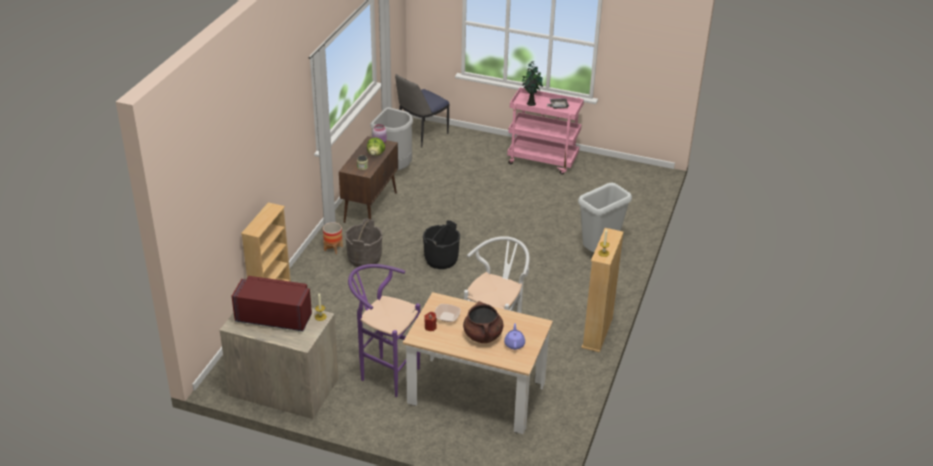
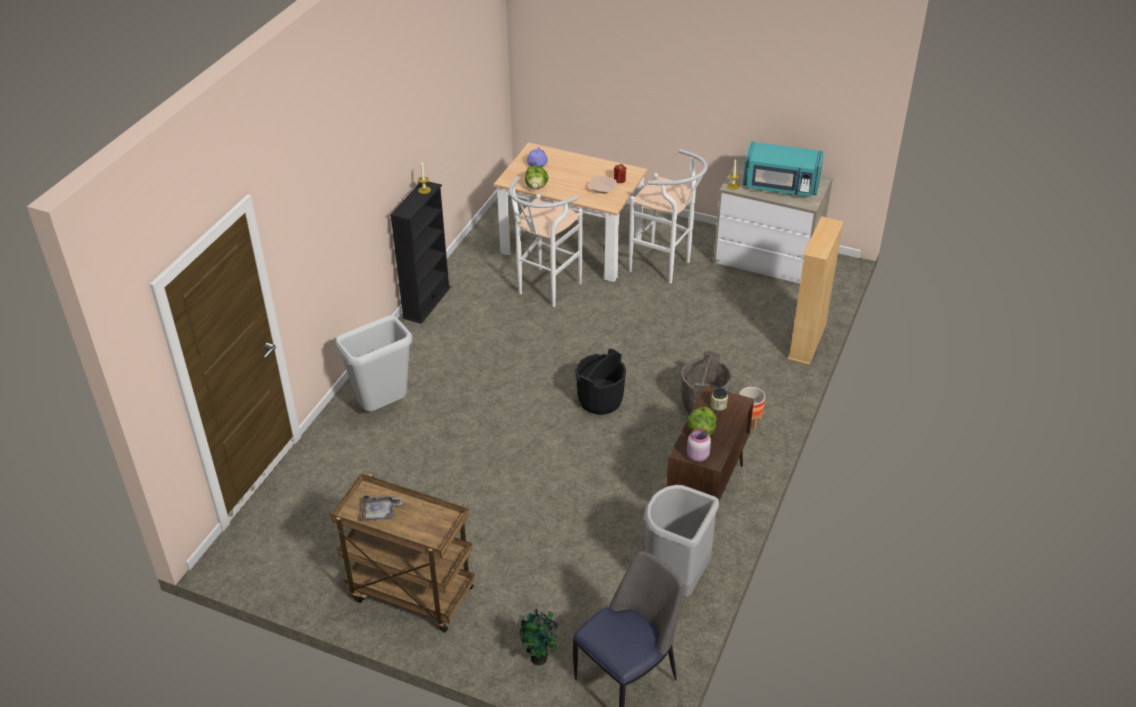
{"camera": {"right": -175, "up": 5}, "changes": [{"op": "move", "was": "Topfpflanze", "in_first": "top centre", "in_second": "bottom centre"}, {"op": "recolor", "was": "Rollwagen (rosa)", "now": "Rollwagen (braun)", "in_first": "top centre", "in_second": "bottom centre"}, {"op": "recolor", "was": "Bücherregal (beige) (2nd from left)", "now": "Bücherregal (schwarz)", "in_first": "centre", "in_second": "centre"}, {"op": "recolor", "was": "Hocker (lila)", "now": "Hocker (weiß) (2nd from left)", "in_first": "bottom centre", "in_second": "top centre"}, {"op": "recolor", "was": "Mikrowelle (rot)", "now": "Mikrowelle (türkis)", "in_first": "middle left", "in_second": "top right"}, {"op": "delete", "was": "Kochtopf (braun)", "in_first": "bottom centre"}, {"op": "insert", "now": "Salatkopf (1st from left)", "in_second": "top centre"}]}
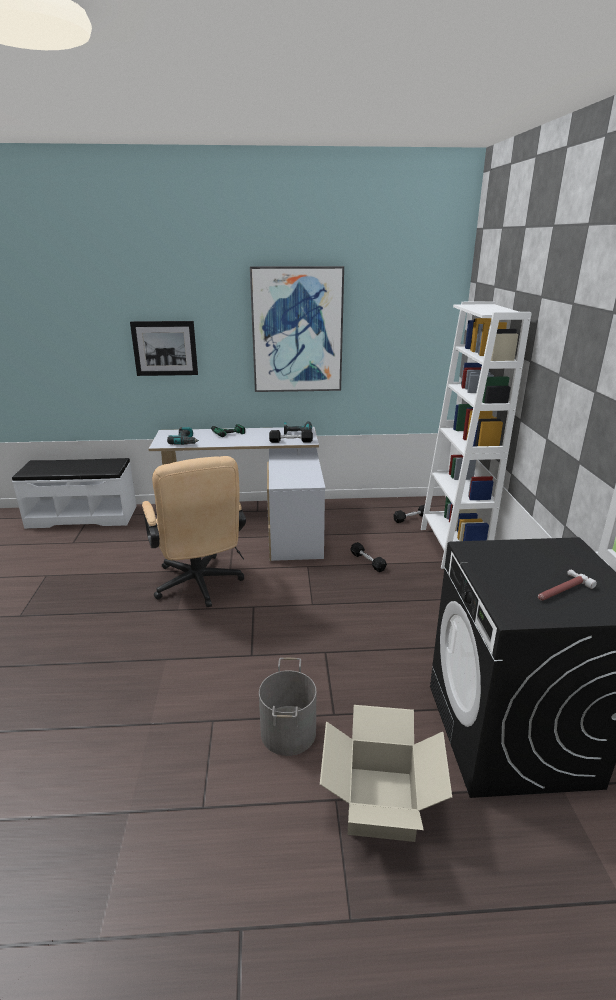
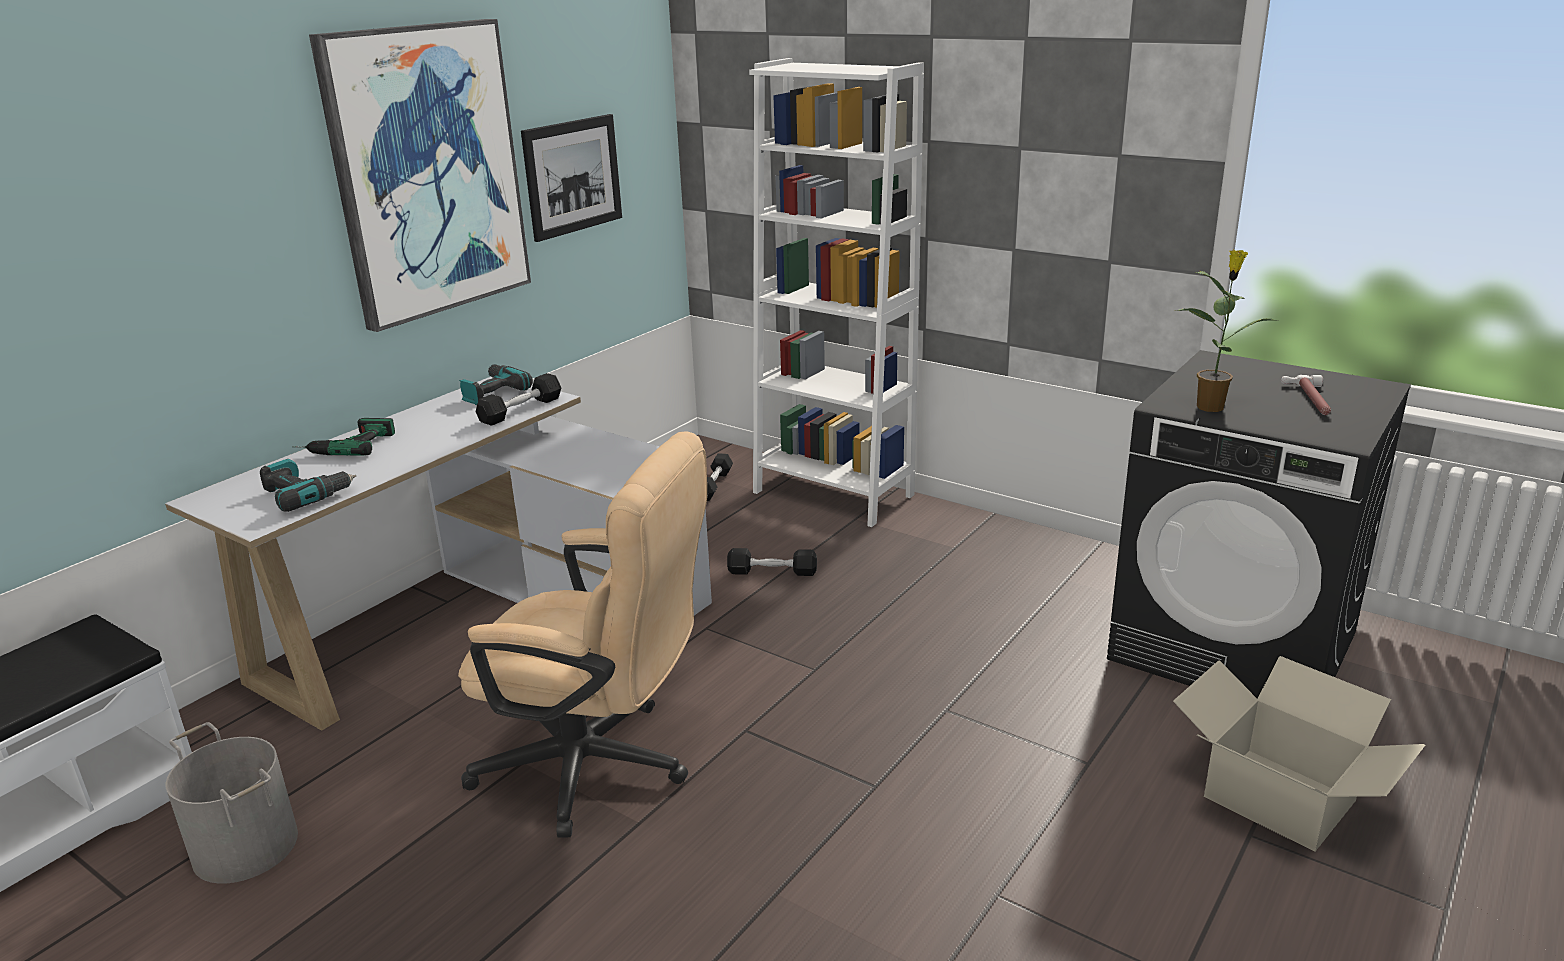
{"camera": {"right": -50, "up": 0}, "changes": [{"op": "move", "was": "Bild (1st from left in the first image)", "now": "Bild (2nd from left)", "in_first": "middle left", "in_second": "top centre"}, {"op": "move", "was": "Eimer (grau)", "in_first": "bottom centre", "in_second": "bottom left"}, {"op": "insert", "now": "Topfpflanze", "in_second": "middle right"}]}
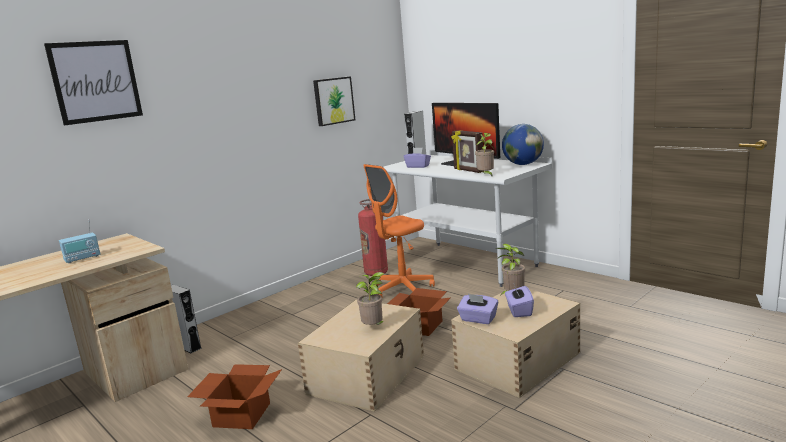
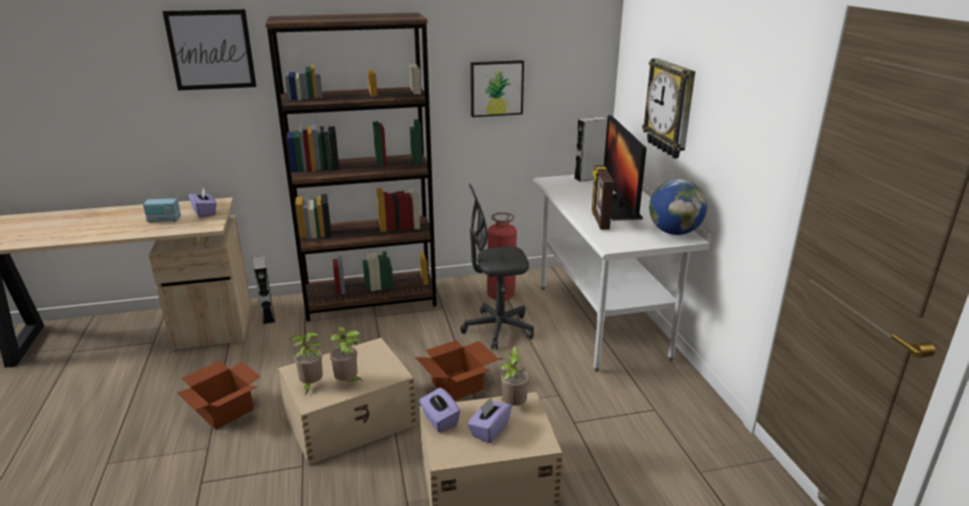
{"camera": {"right": 30, "up": 10}, "changes": [{"op": "move", "was": "Topfpflanze (2nd from left in the first image)", "now": "Topfpflanze (1st from left)", "in_first": "centre", "in_second": "bottom left"}, {"op": "move", "was": "Taschentuchbox (lila) (1st from left)", "in_first": "centre", "in_second": "middle left"}, {"op": "recolor", "was": "Bürostuhl (orange)", "now": "Bürostuhl (grau)", "in_first": "centre", "in_second": "centre"}, {"op": "insert", "now": "Bücherregal (braun)", "in_second": "top centre"}, {"op": "insert", "now": "Wanduhr", "in_second": "top right"}]}
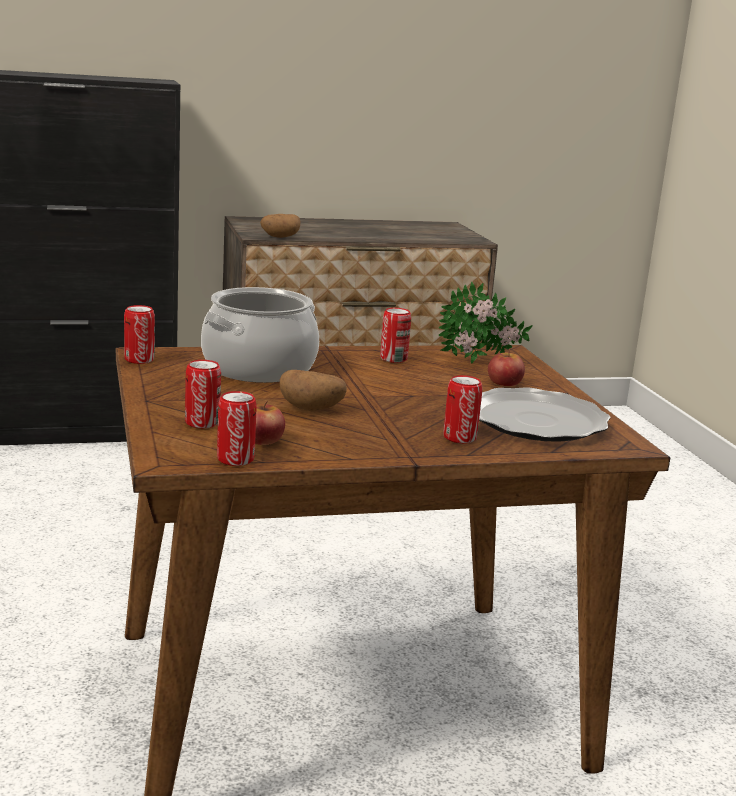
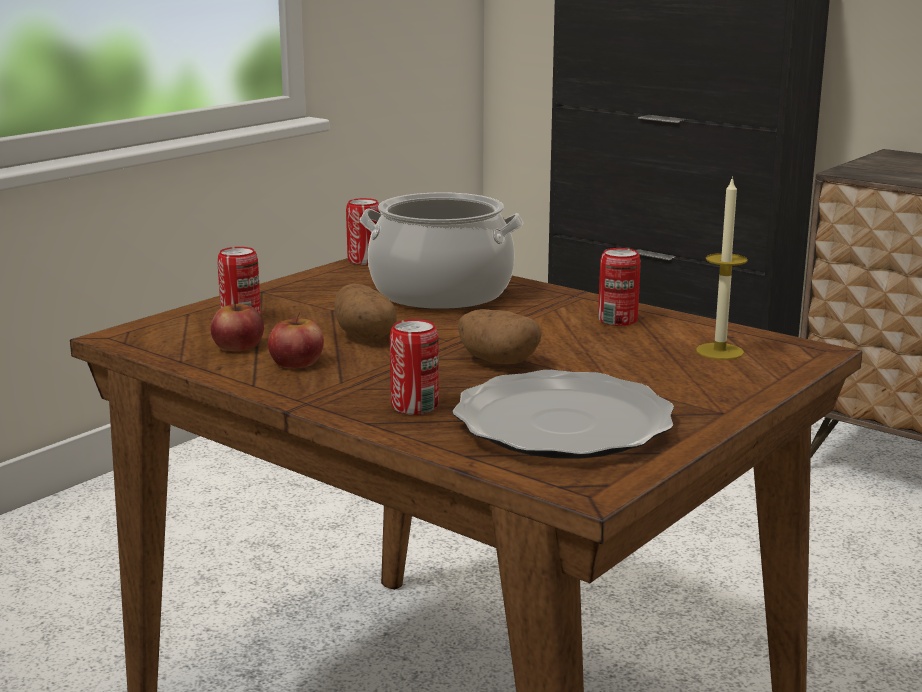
{"camera": {"right": 55, "up": 0}, "changes": [{"op": "move", "was": "Kartoffel (1st from left in the first image)", "now": "Kartoffel (2nd from left)", "in_first": "top centre", "in_second": "centre"}, {"op": "replace", "was": "Topfpflanze", "now": "Kerze", "in_first": "centre", "in_second": "middle right"}, {"op": "move", "was": "Apfel (2nd from left)", "in_first": "middle right", "in_second": "middle left"}, {"op": "delete", "was": "Dose (3rd from left)", "in_first": "middle left"}]}
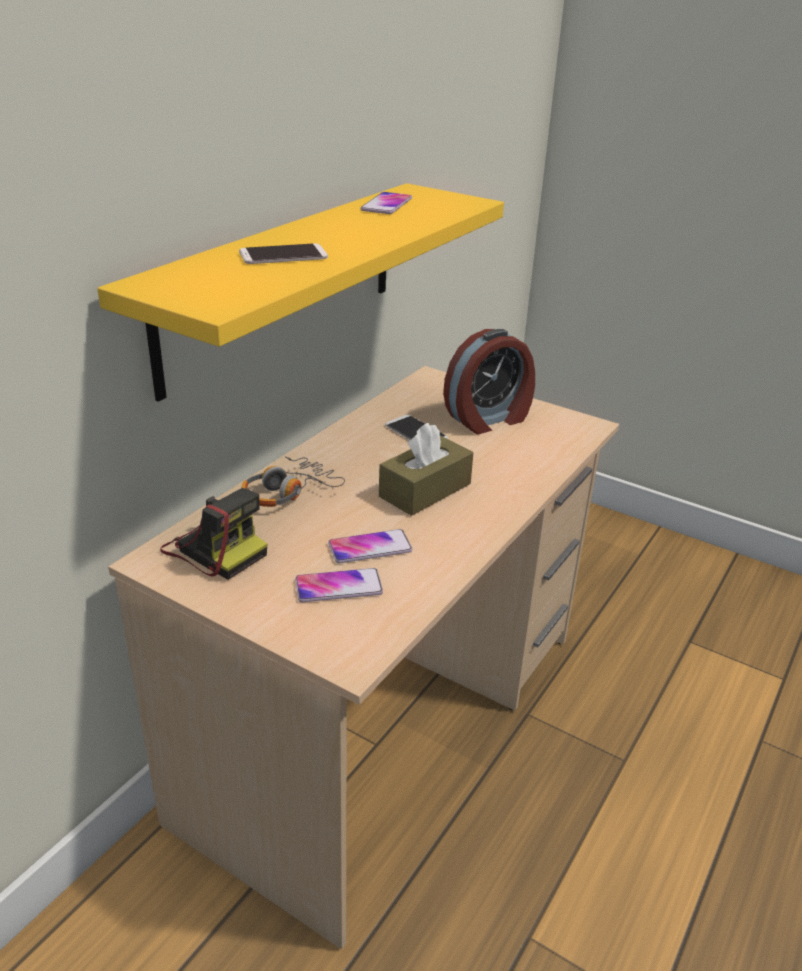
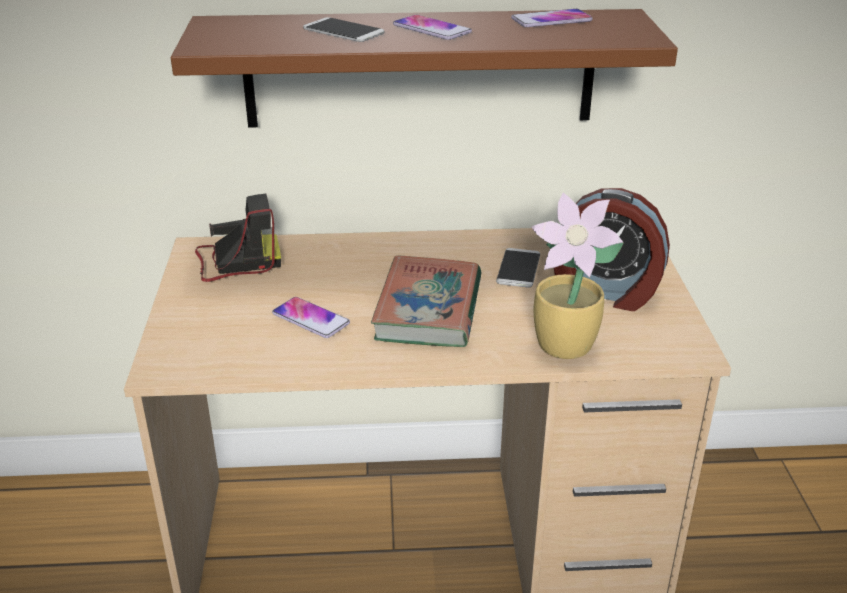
{"camera": {"right": 55, "up": 0}, "changes": [{"op": "recolor", "was": "Wandregal (gelb)", "now": "Wandregal (braun)", "in_first": "top centre", "in_second": "top centre"}, {"op": "replace", "was": "Taschentuchbox (braun)", "now": "Buch", "in_first": "centre", "in_second": "centre"}, {"op": "delete", "was": "Kopfhörer", "in_first": "centre"}, {"op": "rotate", "was": "Kamera", "in_first": "middle left", "in_second": "middle left", "clockwise": -105}, {"op": "move", "was": "Handy (2nd from left in the first image)", "now": "Handy (3rd from left)", "in_first": "centre", "in_second": "top centre"}, {"op": "insert", "now": "Topfpflanze", "in_second": "middle right"}]}
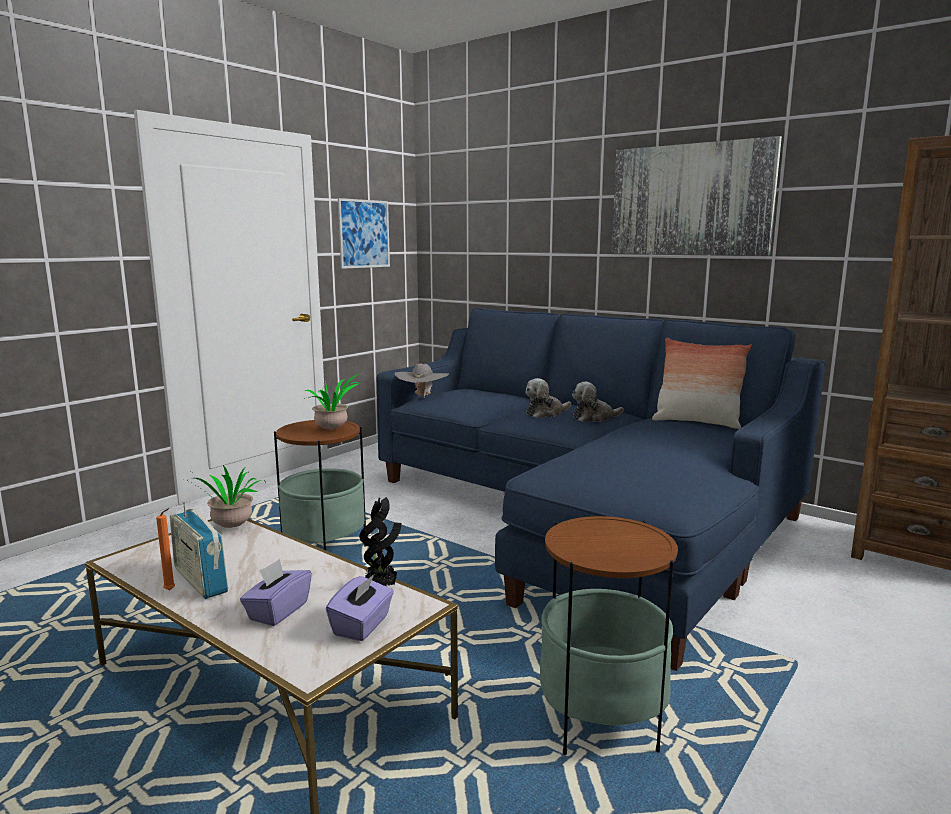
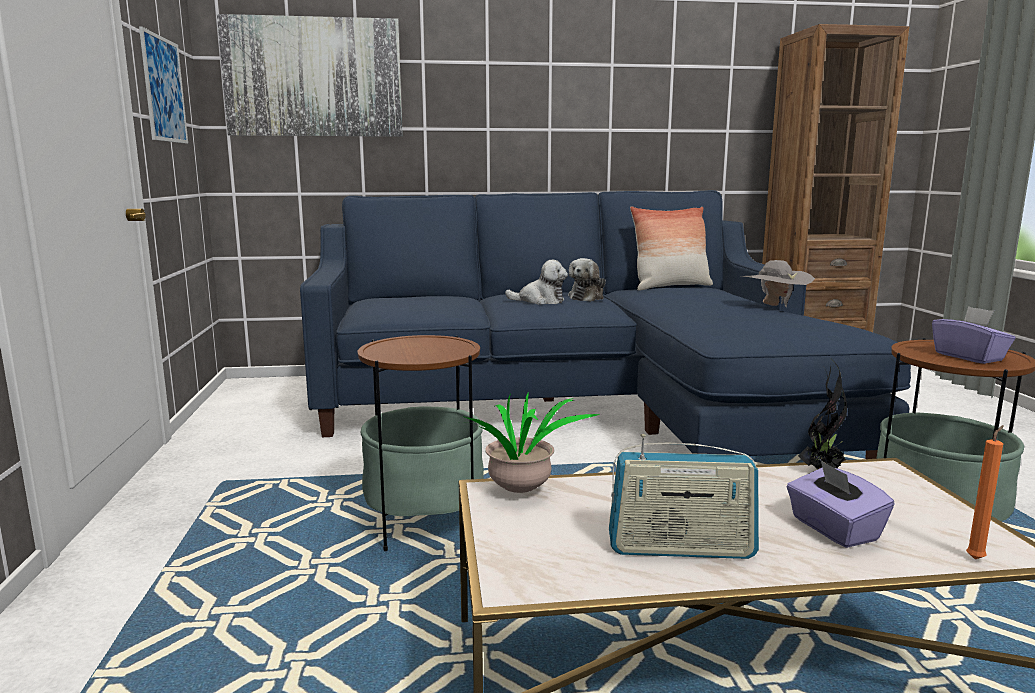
{"camera": {"right": -45, "up": 0}, "changes": [{"op": "move", "was": "Bild (2nd from left)", "in_first": "top right", "in_second": "top left"}, {"op": "move", "was": "Hut (grau)", "in_first": "centre", "in_second": "middle right"}, {"op": "delete", "was": "Topfpflanze (2nd from left)", "in_first": "centre"}, {"op": "rotate", "was": "Plüschtier (1st from left)", "in_first": "centre", "in_second": "centre", "clockwise": -90}, {"op": "move", "was": "Kerze (orange)", "in_first": "bottom left", "in_second": "bottom right"}, {"op": "move", "was": "Taschentuchbox (lila) (2nd from left)", "in_first": "bottom centre", "in_second": "middle right"}]}
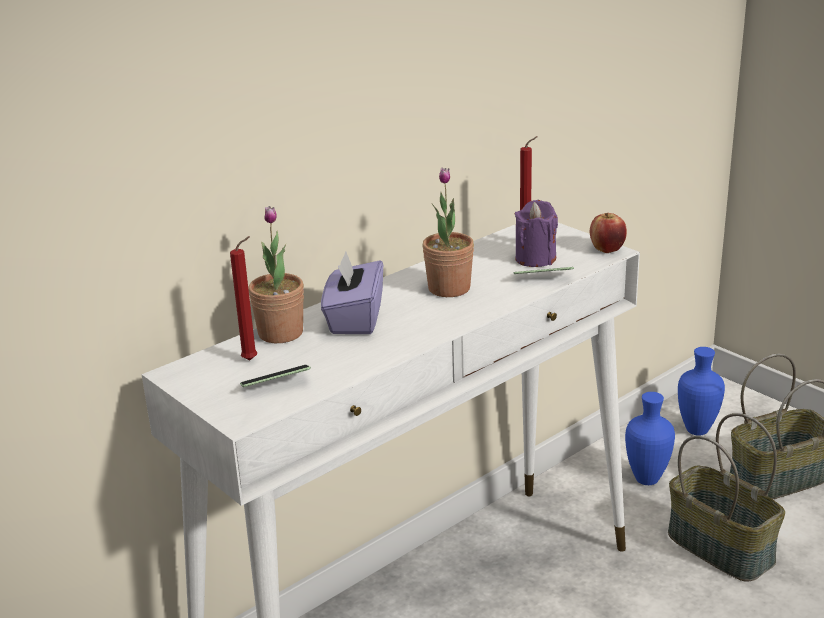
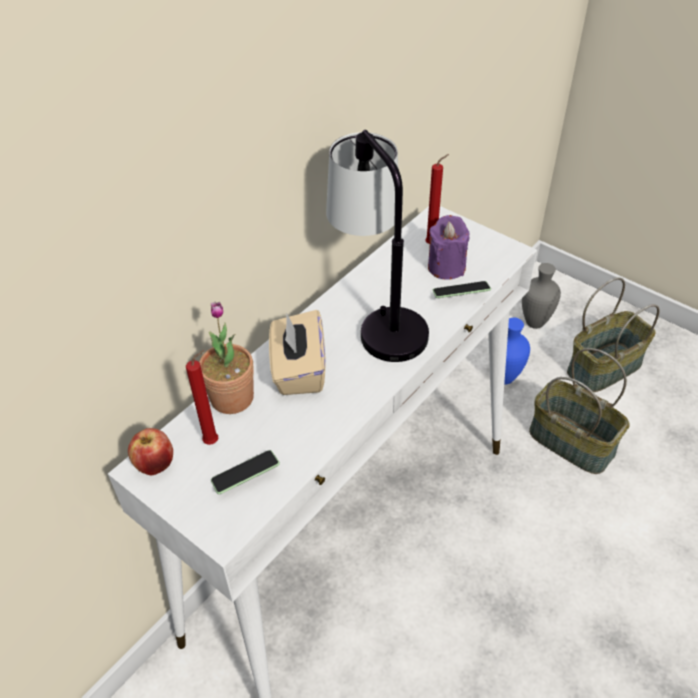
{"camera": {"right": -10, "up": 20}, "changes": [{"op": "replace", "was": "Topfpflanze (2nd from left)", "now": "Tischlampe", "in_first": "centre", "in_second": "centre"}, {"op": "move", "was": "Apfel", "in_first": "middle right", "in_second": "middle left"}, {"op": "recolor", "was": "Taschentuchbox (lila)", "now": "Taschentuchbox (beige)", "in_first": "centre", "in_second": "centre"}, {"op": "recolor", "was": "Vase (blau) (2nd from left)", "now": "Vase (grau)", "in_first": "middle right", "in_second": "middle right"}]}
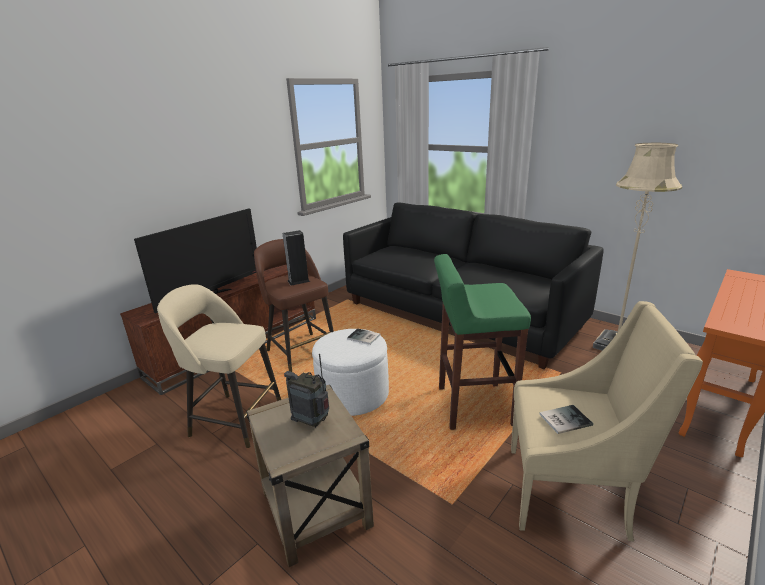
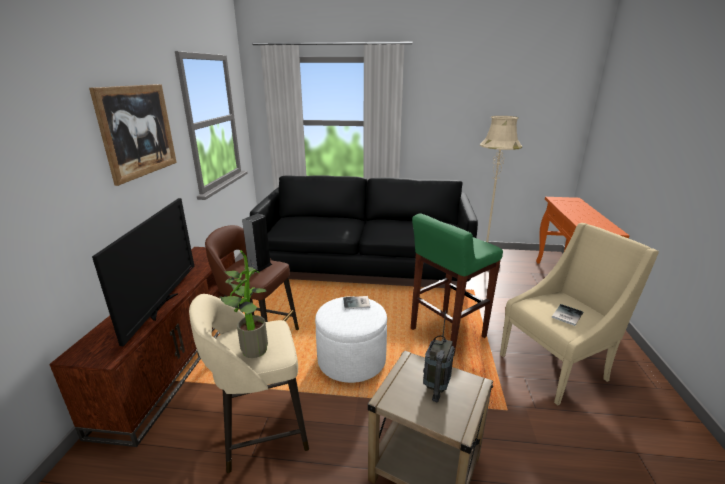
{"camera": {"right": -35, "up": 0}, "changes": [{"op": "rotate", "was": "Radio", "in_first": "bottom centre", "in_second": "bottom centre", "clockwise": -60}, {"op": "insert", "now": "Bild", "in_second": "top left"}, {"op": "insert", "now": "Topfpflanze", "in_second": "centre"}]}
